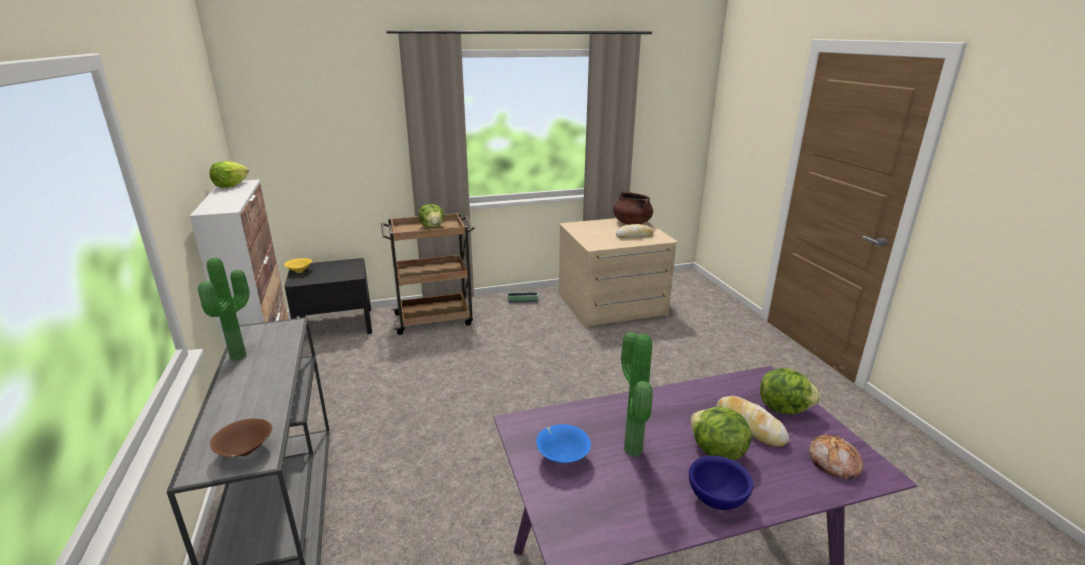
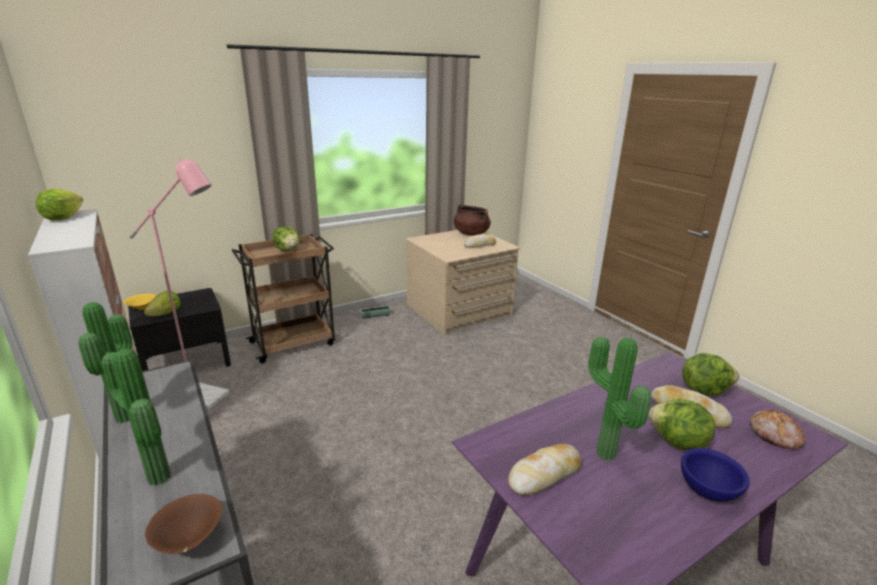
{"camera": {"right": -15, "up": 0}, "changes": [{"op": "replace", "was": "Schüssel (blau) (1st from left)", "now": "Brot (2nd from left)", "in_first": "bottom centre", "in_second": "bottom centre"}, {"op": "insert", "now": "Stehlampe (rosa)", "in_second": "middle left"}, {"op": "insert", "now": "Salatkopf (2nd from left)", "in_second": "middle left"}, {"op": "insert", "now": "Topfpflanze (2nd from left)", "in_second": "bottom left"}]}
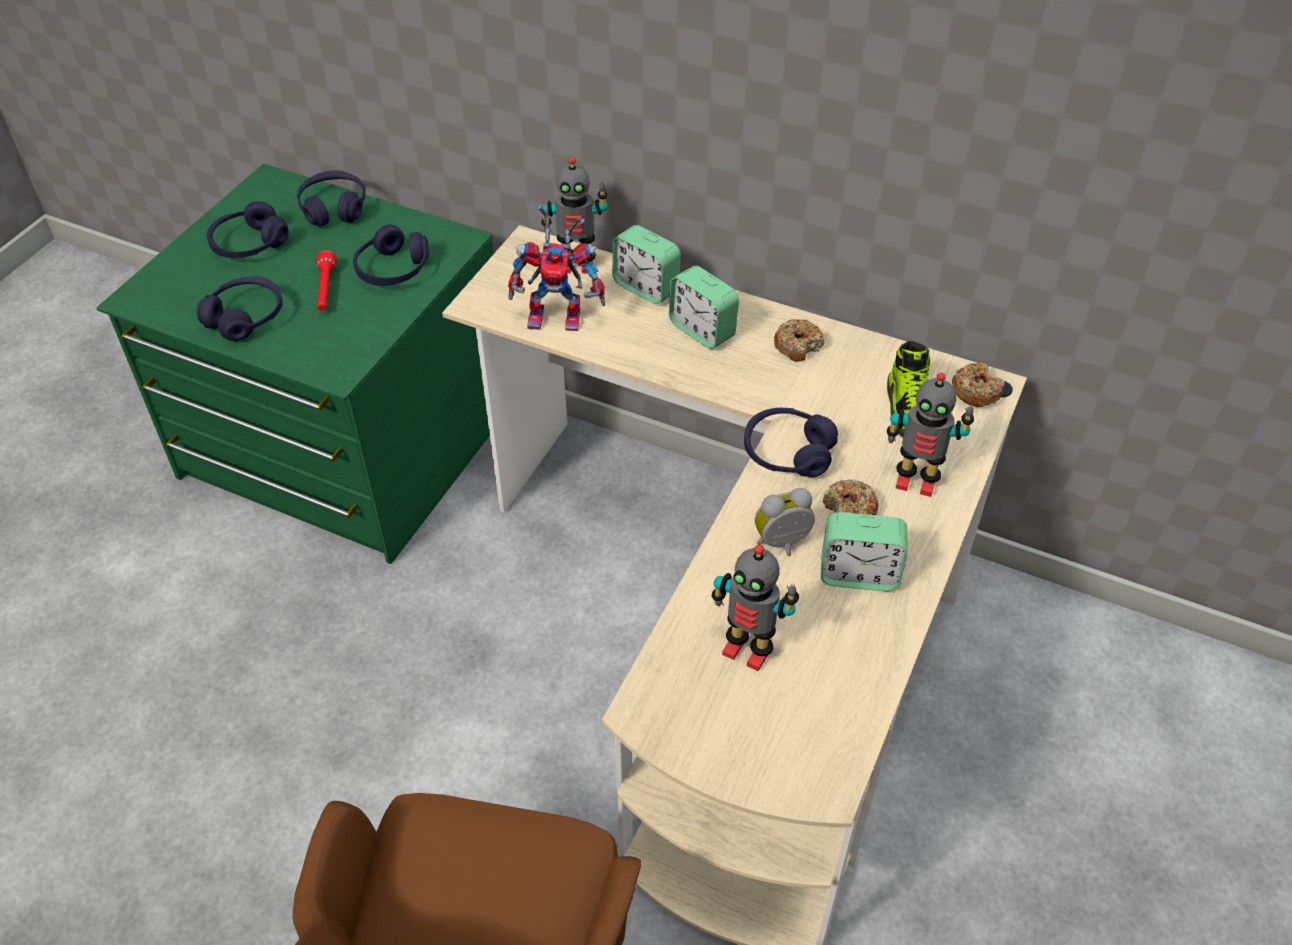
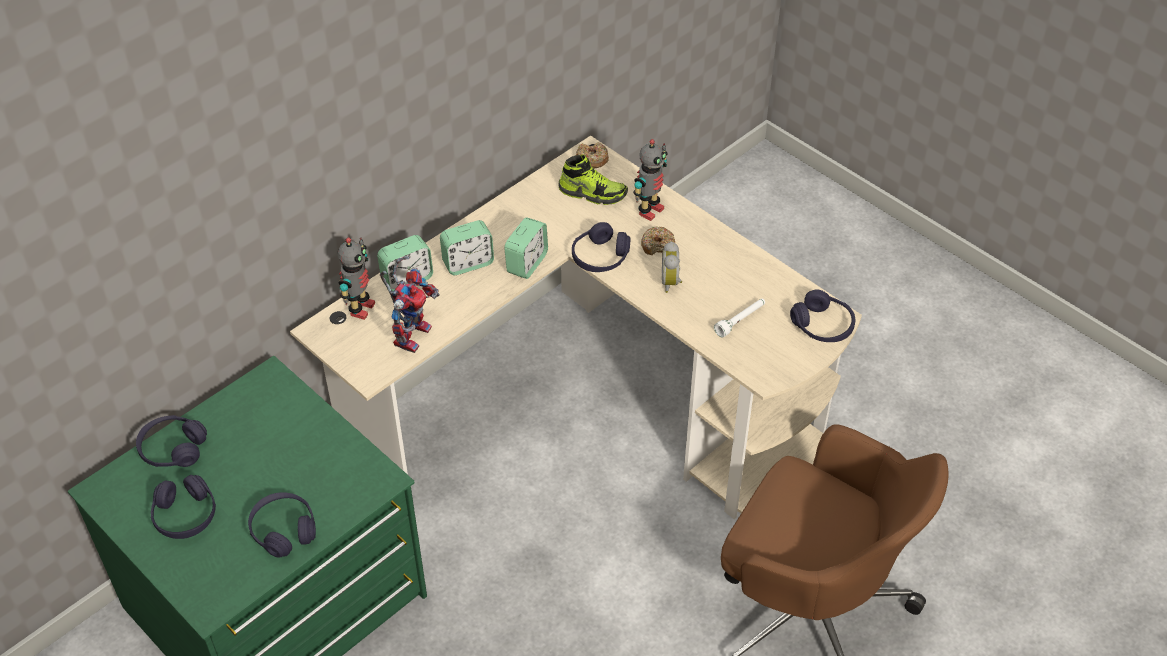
{"camera": {"right": -70, "up": 0}, "changes": [{"op": "move", "was": "Kopfhörer (lila) (4th from left in the first image)", "now": "Kopfhörer (lila) (5th from left)", "in_first": "top left", "in_second": "middle right"}, {"op": "delete", "was": "Taschenlampe (rot)", "in_first": "top left"}, {"op": "delete", "was": "Donut (1st from left)", "in_first": "centre"}, {"op": "move", "was": "Wecker (4th from left in the first image)", "now": "Wecker (3rd from left)", "in_first": "middle right", "in_second": "centre"}, {"op": "replace", "was": "Spielzeugroboter (3rd from left)", "now": "Taschenlampe (weiß)", "in_first": "centre", "in_second": "centre"}]}
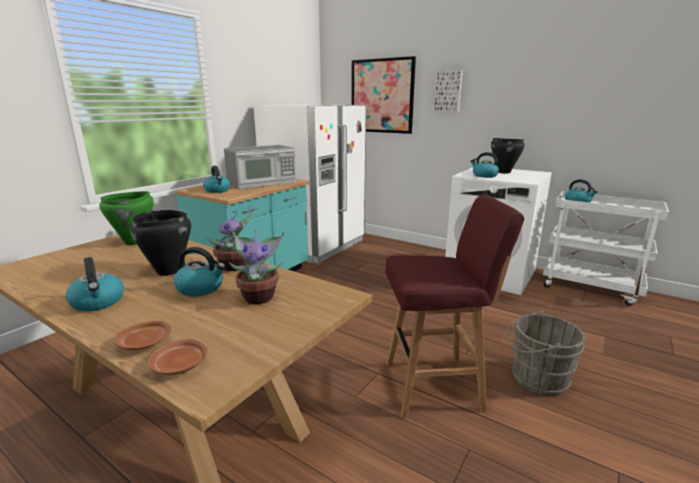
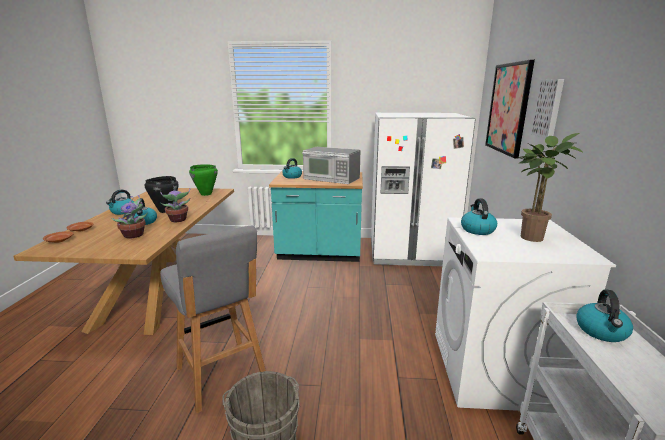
{"camera": {"right": 60, "up": 0}, "changes": [{"op": "replace", "was": "Kochtopf (schwarz) (2nd from left)", "now": "Topfpflanze (3rd from left)", "in_first": "top right", "in_second": "middle right"}, {"op": "recolor", "was": "Hocker (rot)", "now": "Hocker (grau)", "in_first": "centre", "in_second": "bottom left"}]}
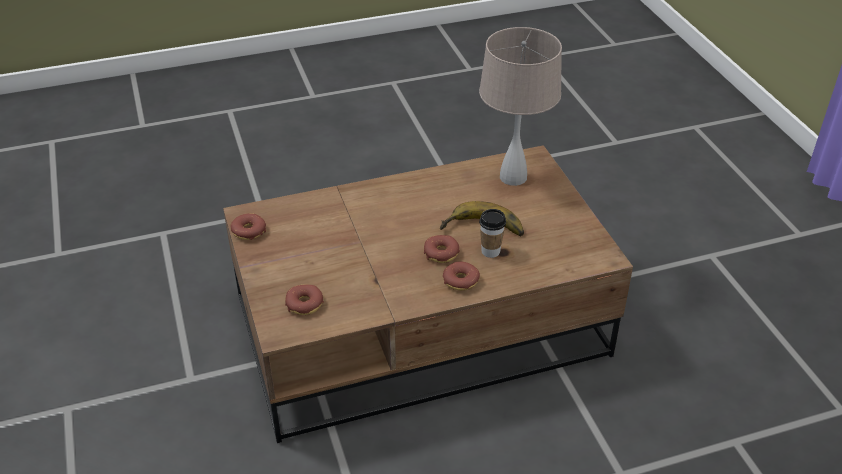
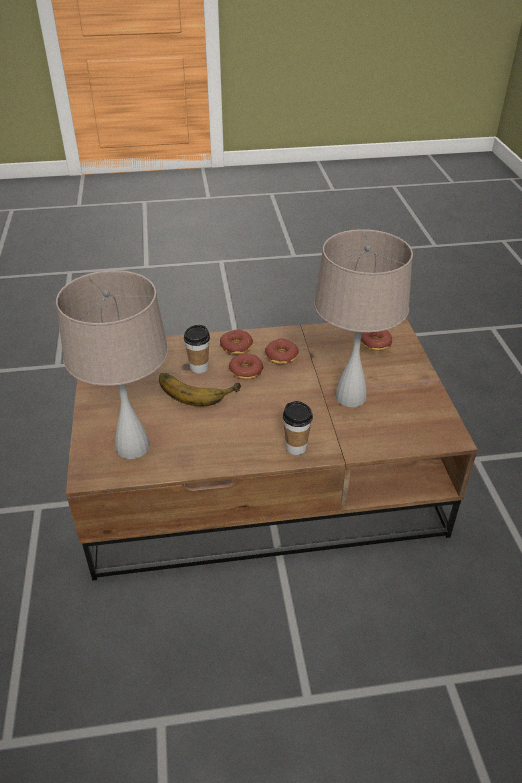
{"camera": {"right": -170, "up": 0}, "changes": [{"op": "move", "was": "Donut (1st from left in the first image)", "now": "Donut (3rd from left)", "in_first": "middle left", "in_second": "centre"}, {"op": "insert", "now": "Tischlampe (beige) (2nd from left)", "in_second": "middle right"}, {"op": "insert", "now": "Tasse (2nd from left)", "in_second": "centre"}]}
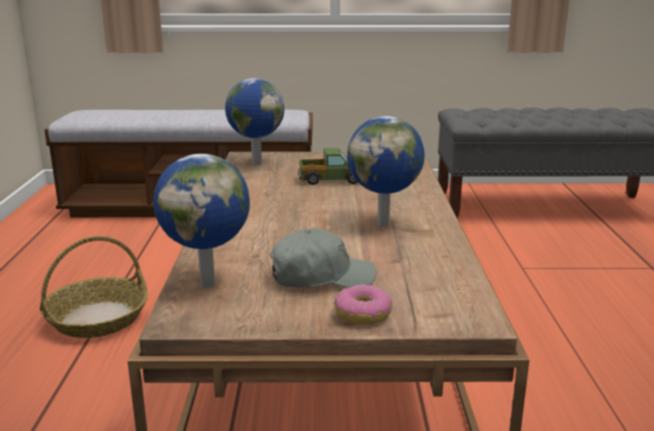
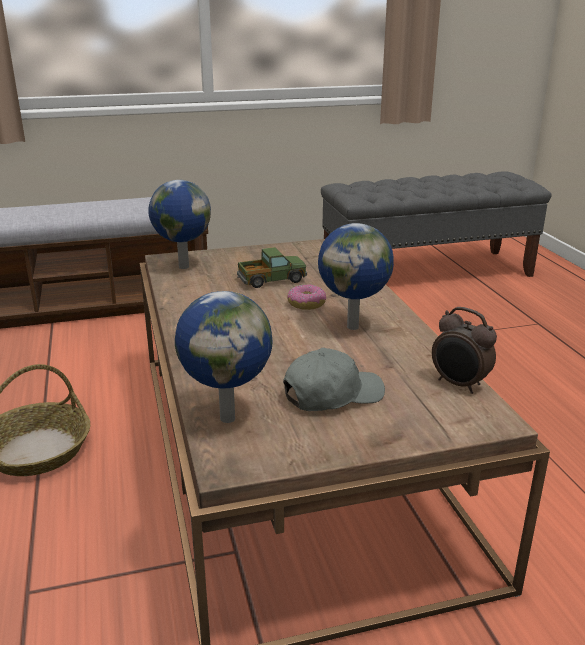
{"camera": {"right": -15, "up": 5}, "changes": [{"op": "move", "was": "Donut", "in_first": "bottom centre", "in_second": "centre"}, {"op": "insert", "now": "Wecker", "in_second": "middle right"}]}
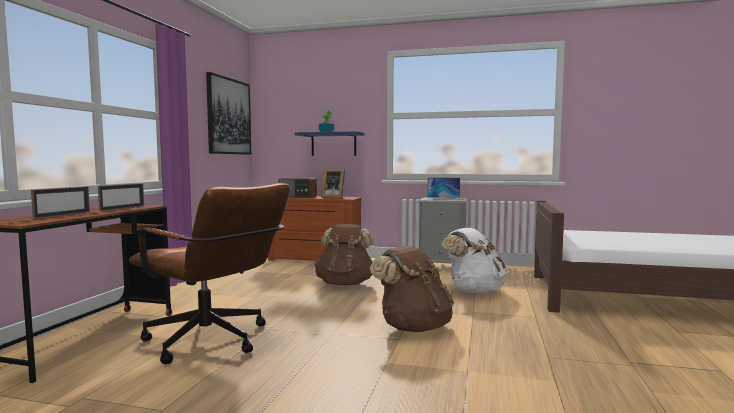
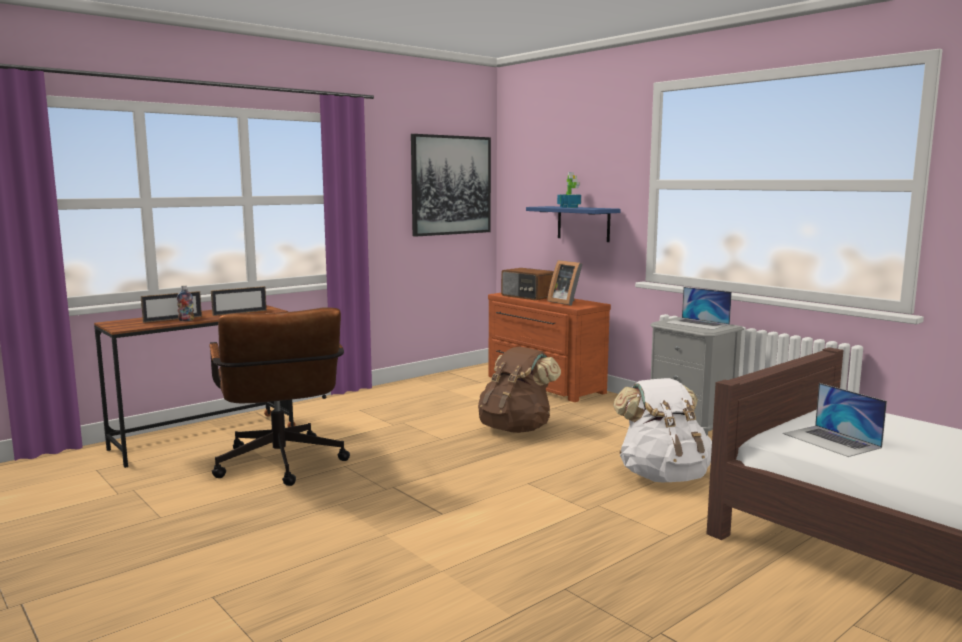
{"camera": {"right": 35, "up": 5}, "changes": [{"op": "delete", "was": "Rucksack (braun) (2nd from left)", "in_first": "bottom centre"}, {"op": "insert", "now": "Flasche", "in_second": "middle left"}, {"op": "insert", "now": "Laptop (2nd from left)", "in_second": "middle right"}]}
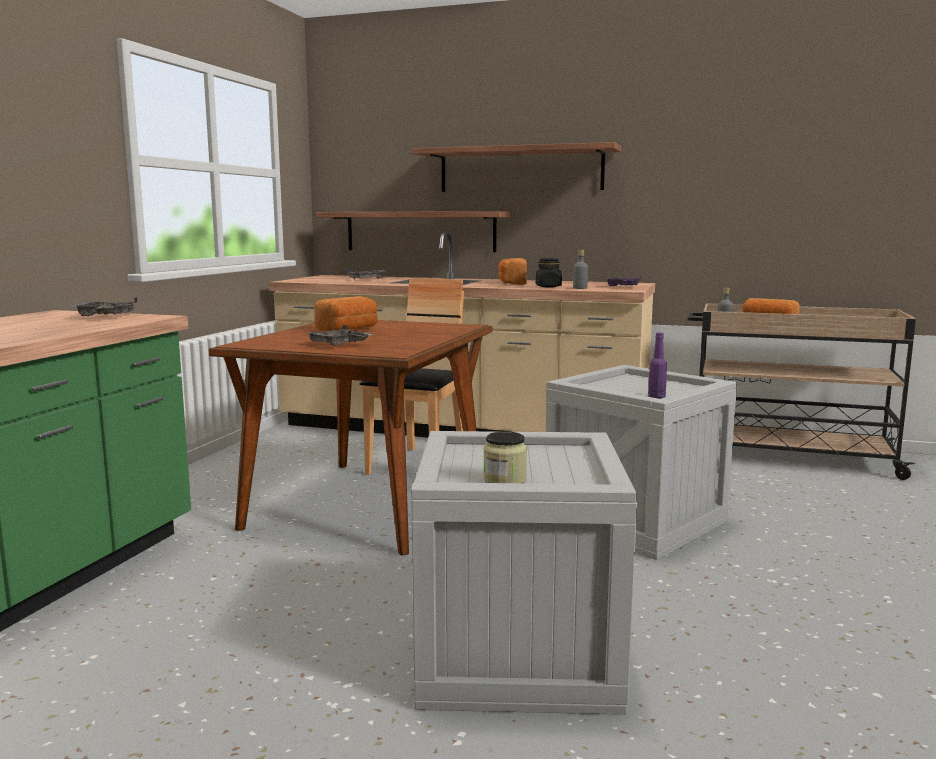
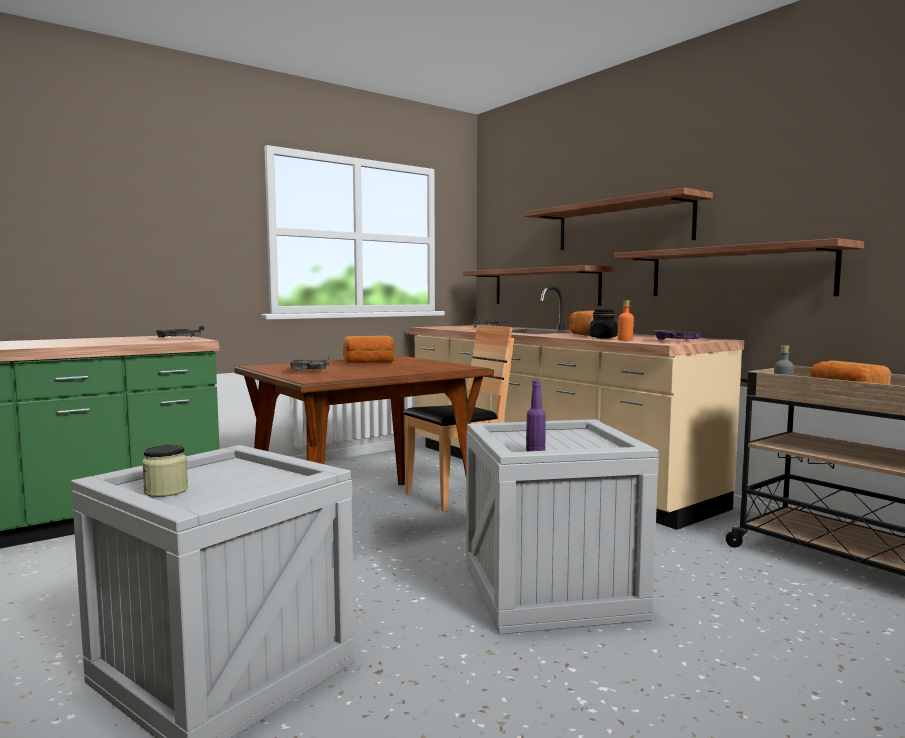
{"camera": {"right": 35, "up": -5}, "changes": [{"op": "recolor", "was": "Flasche (grau) (1st from left)", "now": "Flasche (orange)", "in_first": "centre", "in_second": "middle right"}, {"op": "insert", "now": "Wandregal (3rd from left)", "in_second": "middle right"}]}
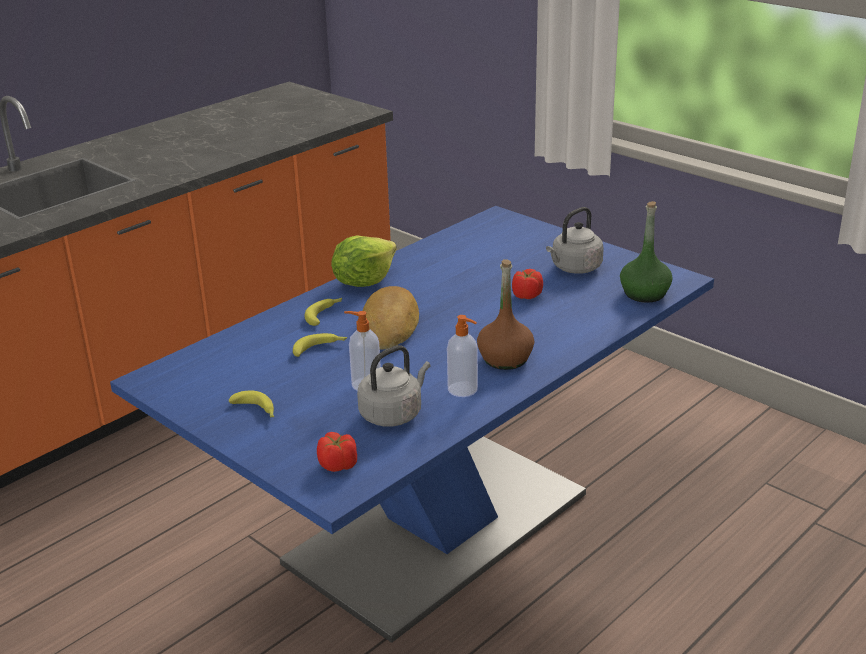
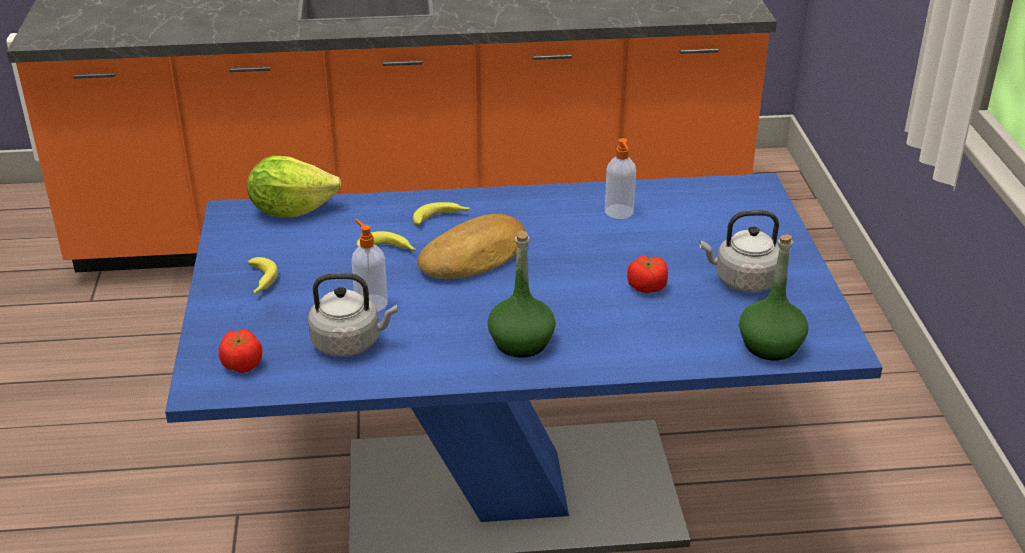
{"camera": {"right": 40, "up": 5}, "changes": [{"op": "move", "was": "Salatkopf", "in_first": "centre", "in_second": "middle left"}, {"op": "recolor", "was": "Flasche (braun)", "now": "Flasche (grün) (1st from left)", "in_first": "centre", "in_second": "centre"}, {"op": "move", "was": "Seifenspender (2nd from left)", "in_first": "centre", "in_second": "top centre"}]}
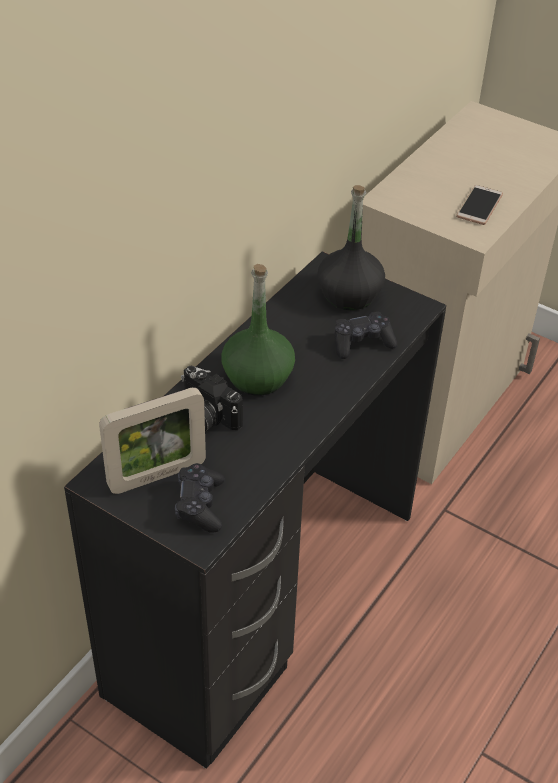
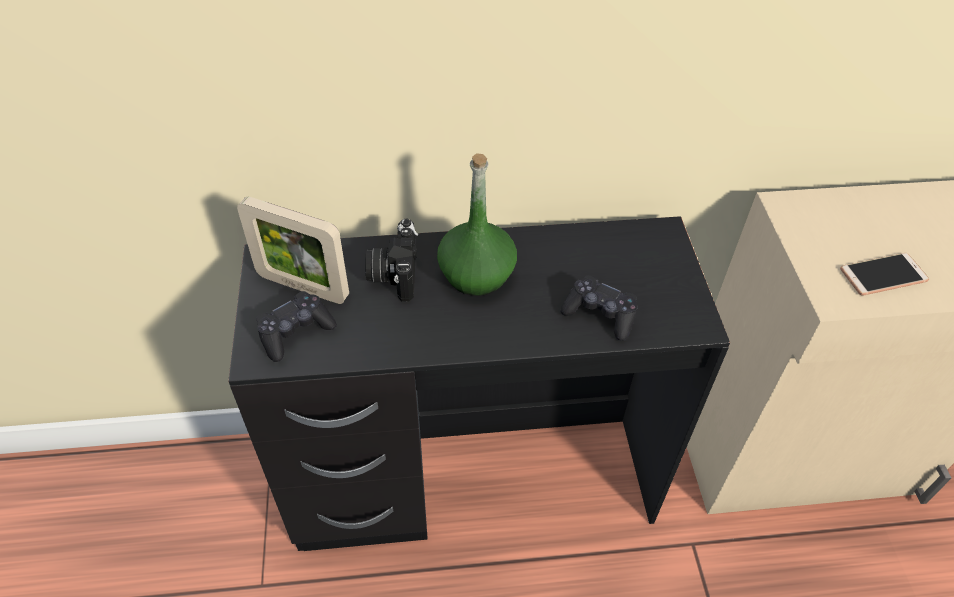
{"camera": {"right": 50, "up": 5}, "changes": [{"op": "delete", "was": "Flasche (schwarz)", "in_first": "top centre"}]}
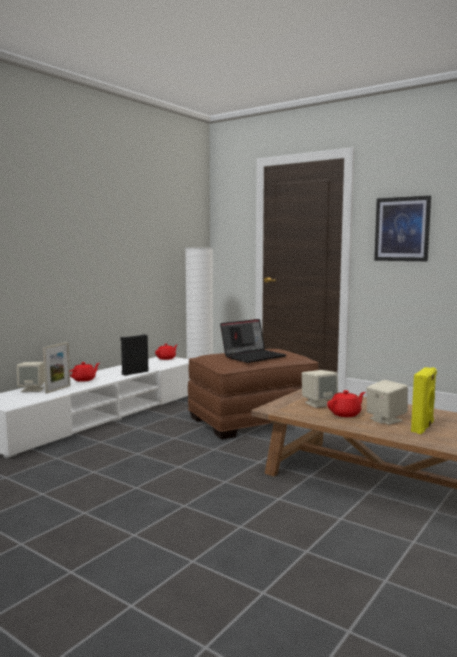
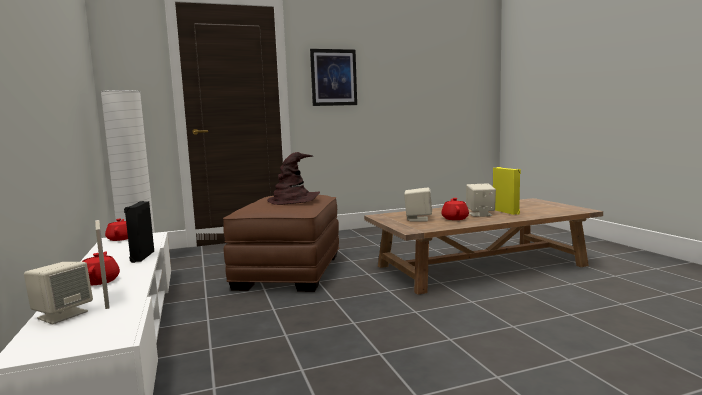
{"camera": {"right": -55, "up": 0}, "changes": [{"op": "replace", "was": "Laptop", "now": "Hut (braun)", "in_first": "centre", "in_second": "centre"}]}
